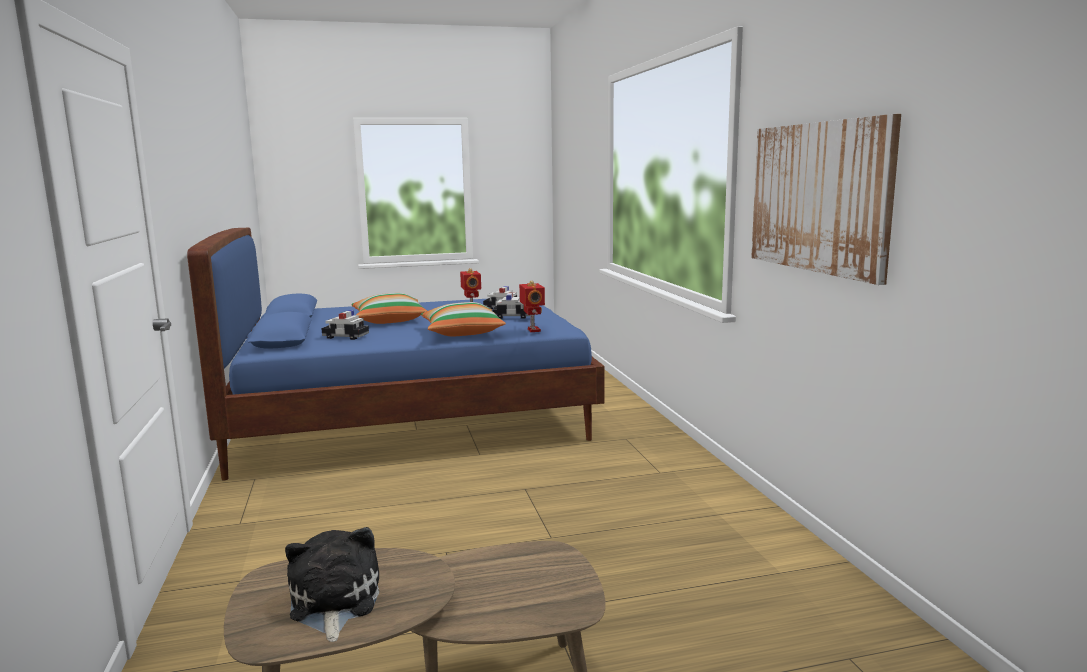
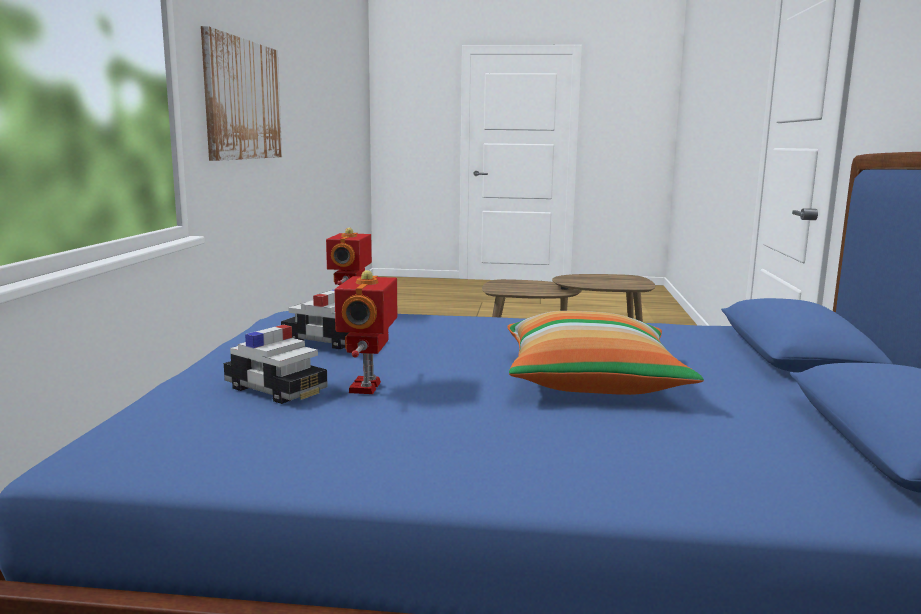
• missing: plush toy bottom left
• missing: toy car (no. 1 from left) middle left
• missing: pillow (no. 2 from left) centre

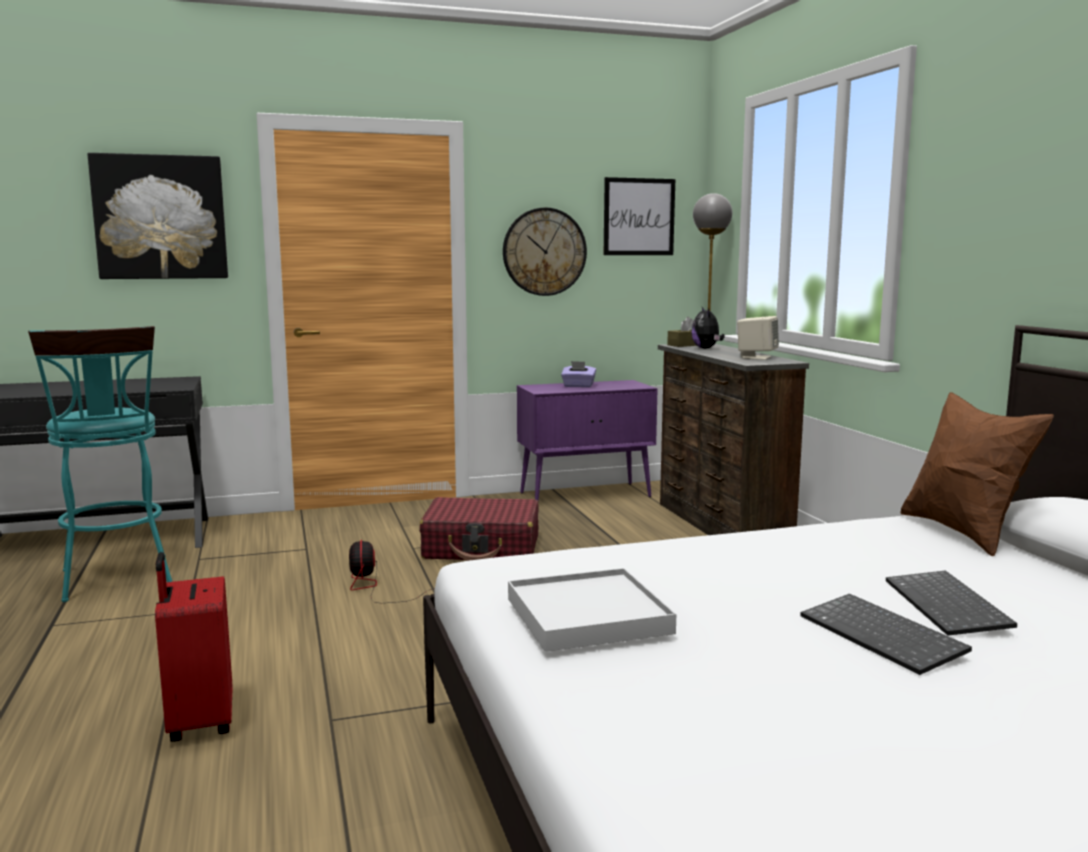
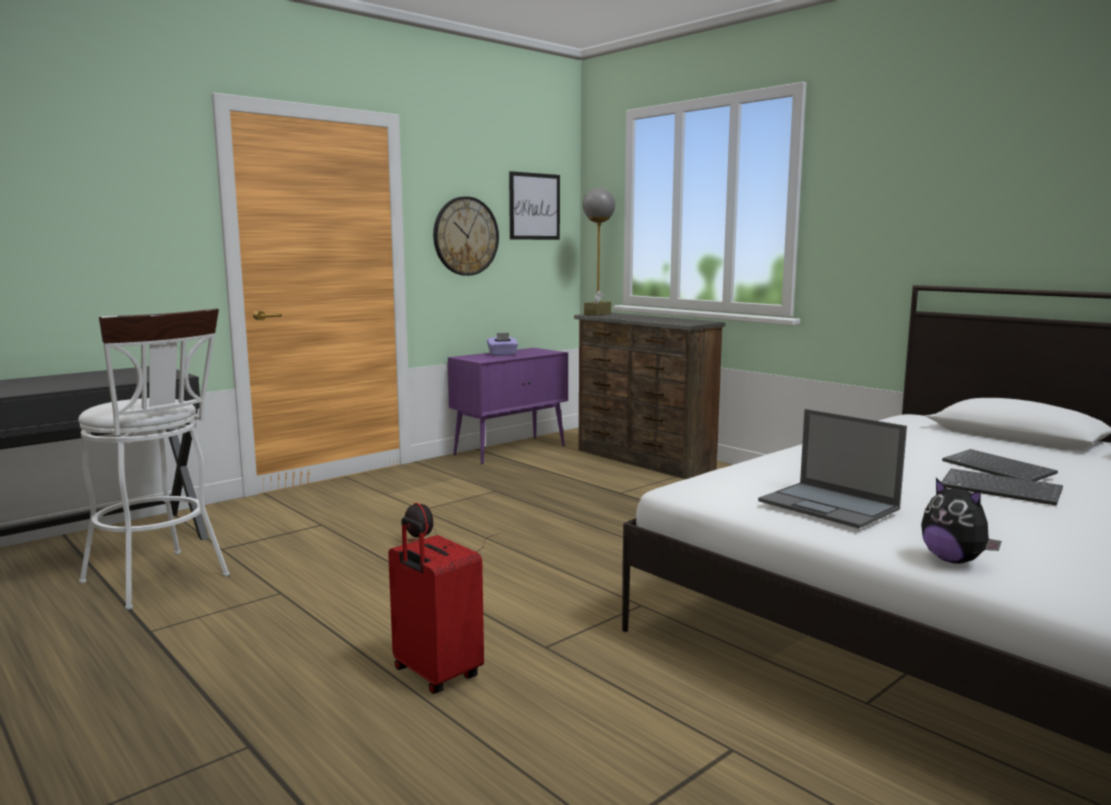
• missing: picture (no. 1 from left) top left
• missing: red suitcase (no. 2 from left) centre
• missing: beige speaker middle right
• missing: brown pillow middle right
• relocated: plush toy centre to middle right
• exchanged: white tray bottom centre to laptop middle right
• colour: turquoise stool middle left to white stool middle left

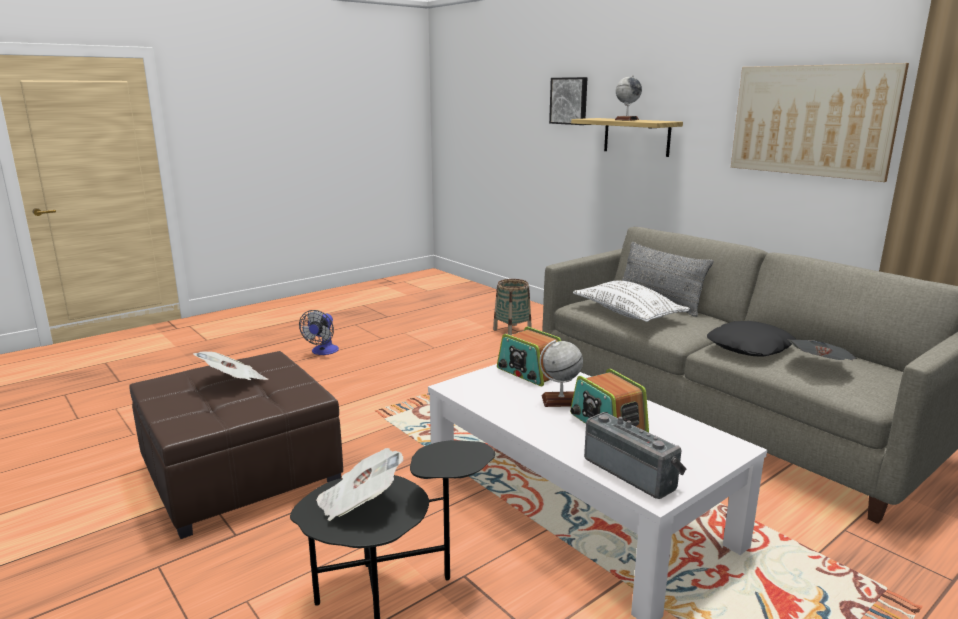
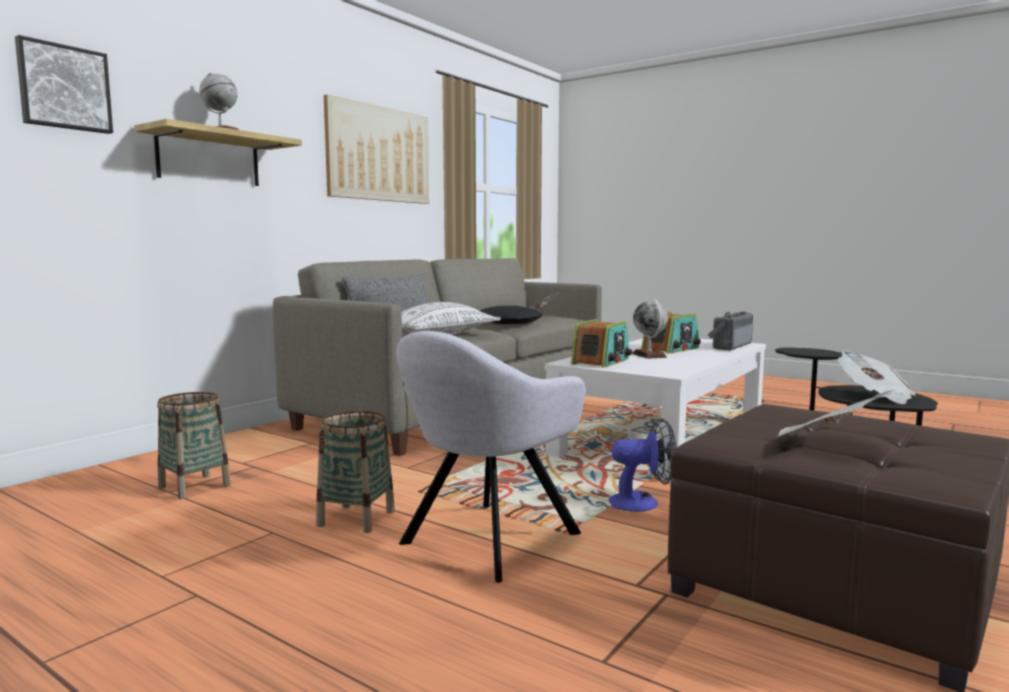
• appeared: basket (no. 2 from left) bottom centre
• appeared: grey armchair centre
• relocated: fan middle left to bottom centre

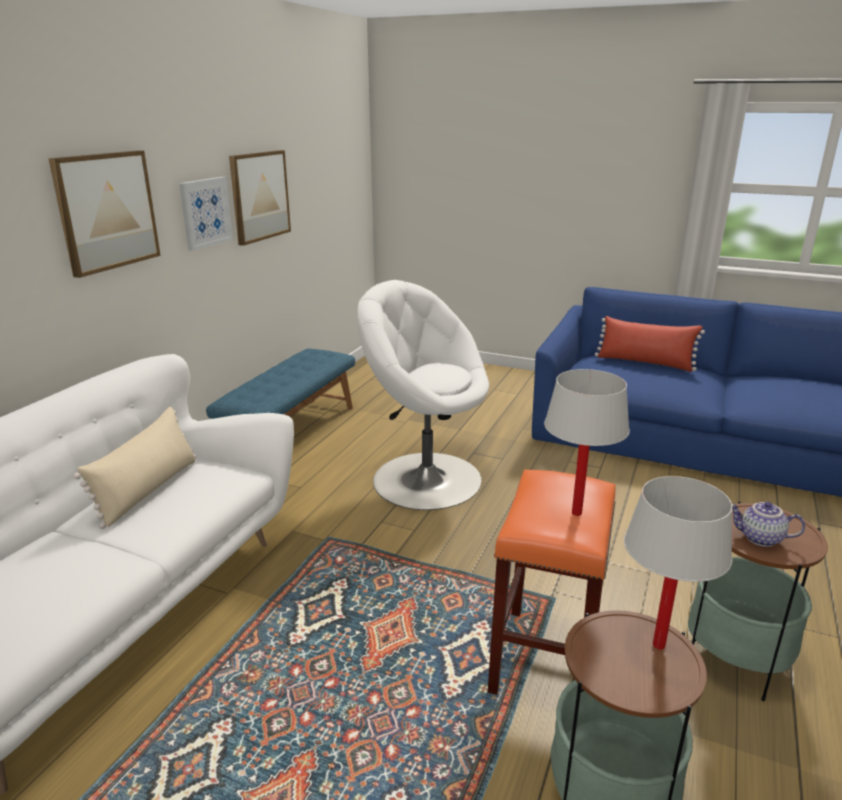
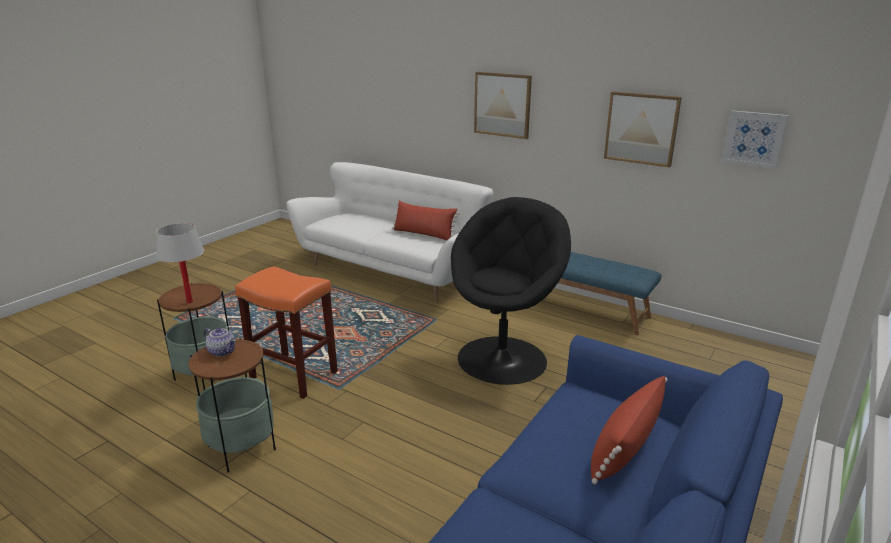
• missing: white table lamp (no. 1 from left) middle right
• relocated: picture (no. 2 from left in the first image) top left to picture (no. 3 from left) top right
• colour: beige pillow middle left to red pillow (no. 1 from left) centre
• colour: white armchair centre to black armchair centre
• spun: teapot middle right = middle left 90 degrees clockwise

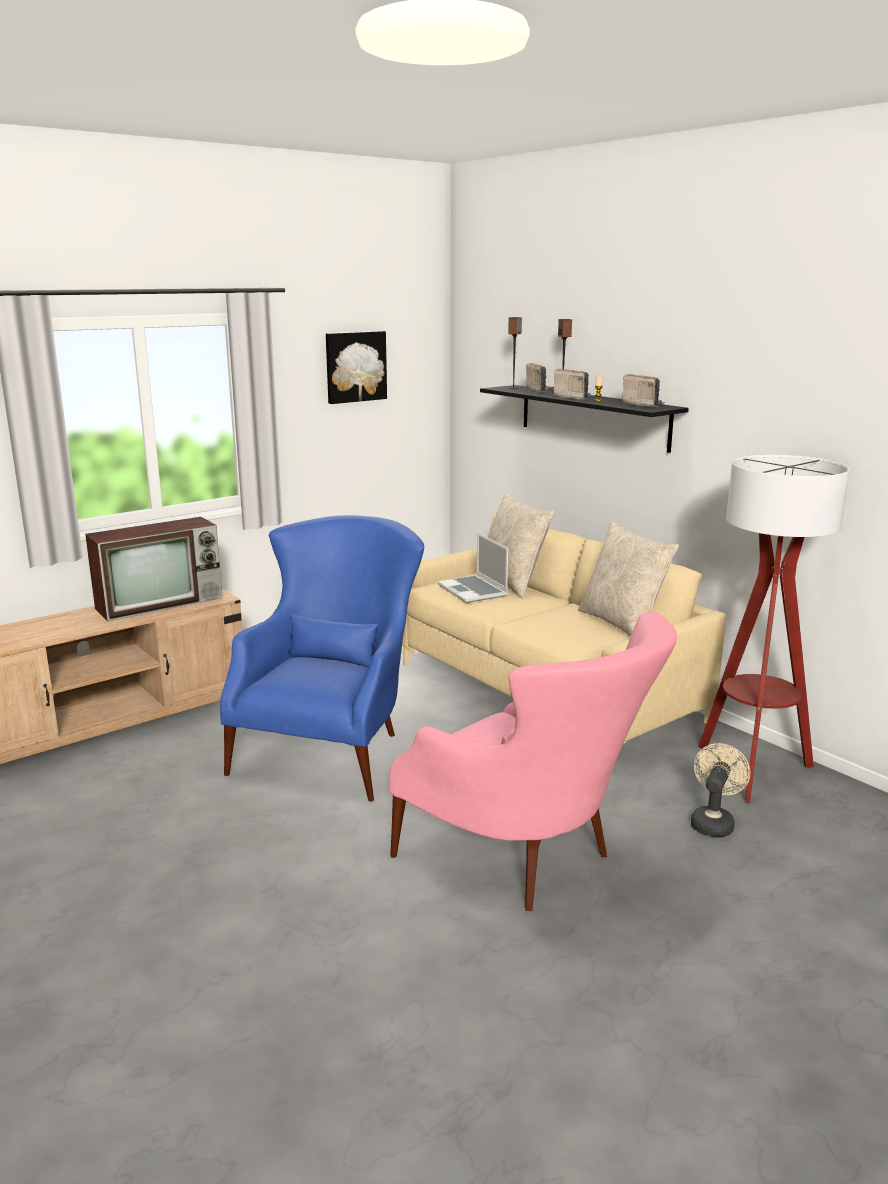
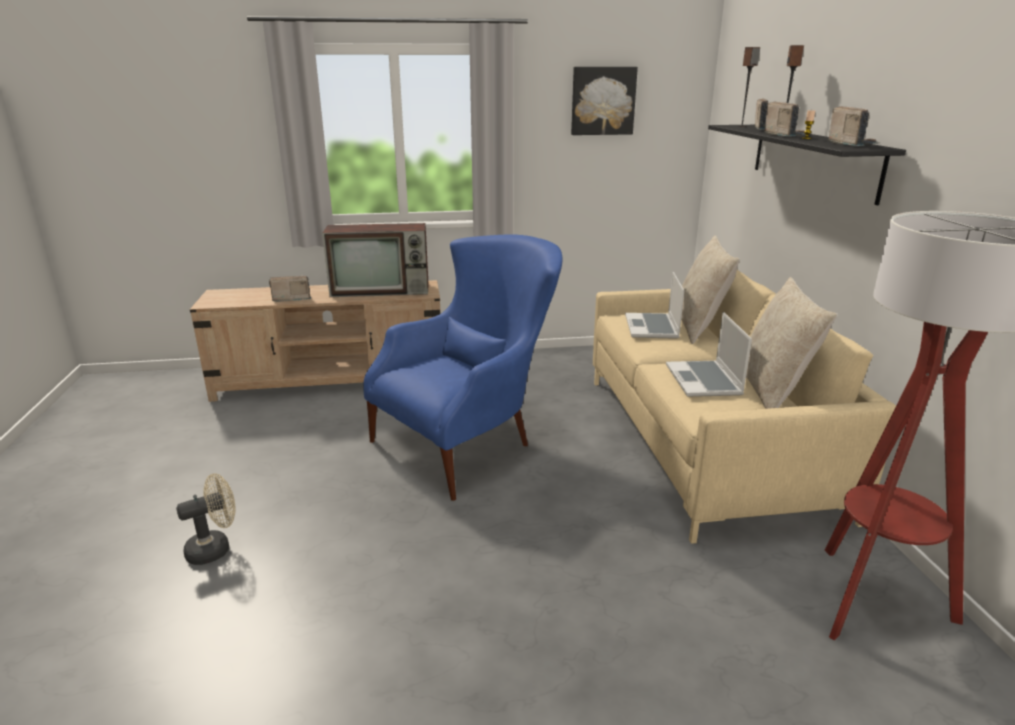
• missing: pink armchair centre
• appeared: radio (no. 1 from left) middle left
• appeared: laptop (no. 2 from left) middle right
• relocated: beige fan bottom right to bottom left

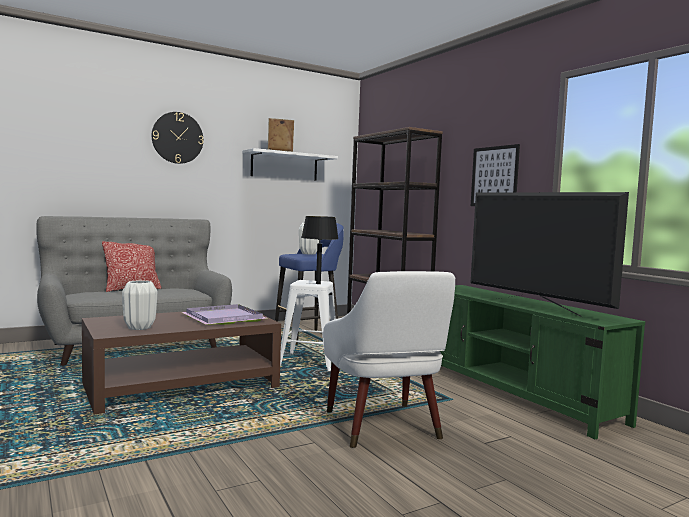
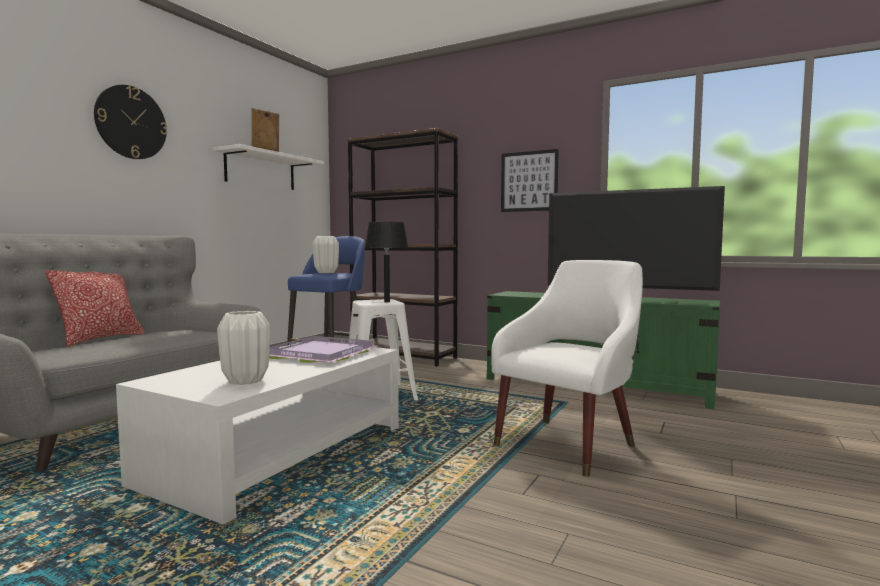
• colour: brown coffee table bottom left to white coffee table bottom left
• spun: white armchair bottom centre = centre 90 degrees counterclockwise

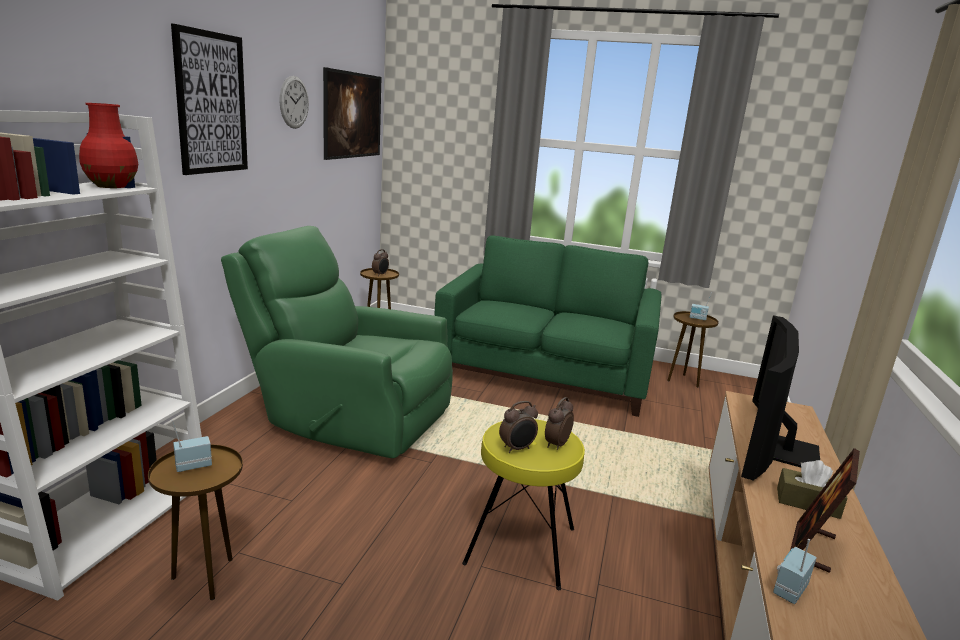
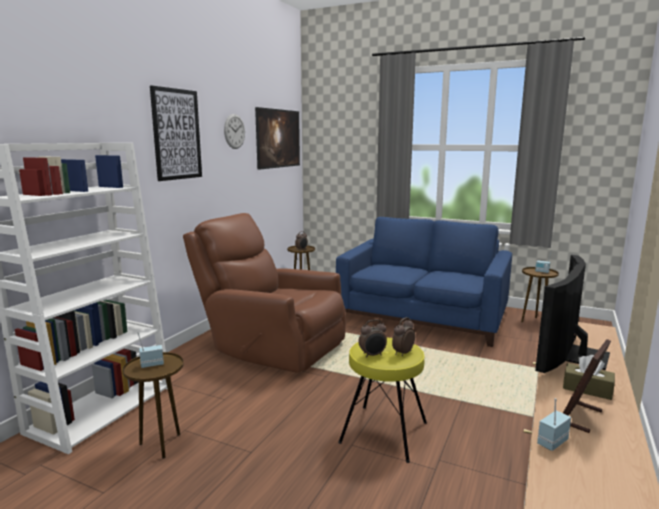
• missing: red vase top left
• colour: green armchair centre to brown armchair centre
• colour: green sofa centre to blue sofa centre

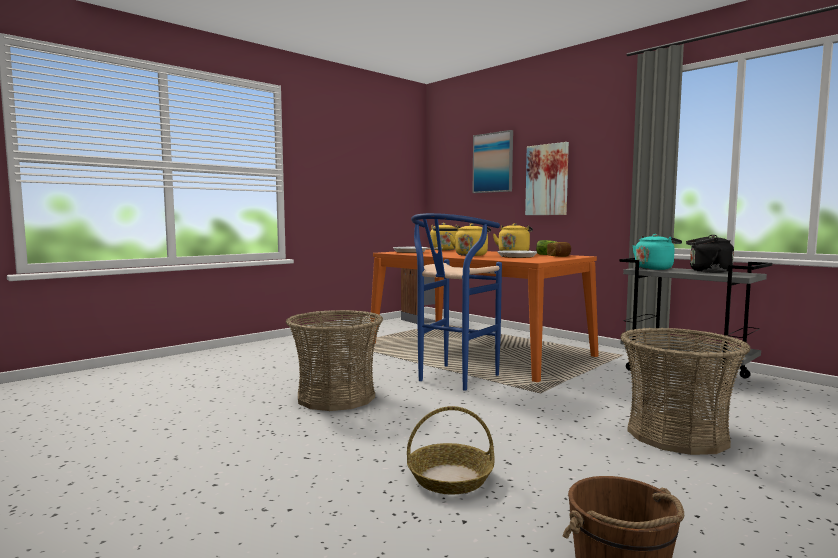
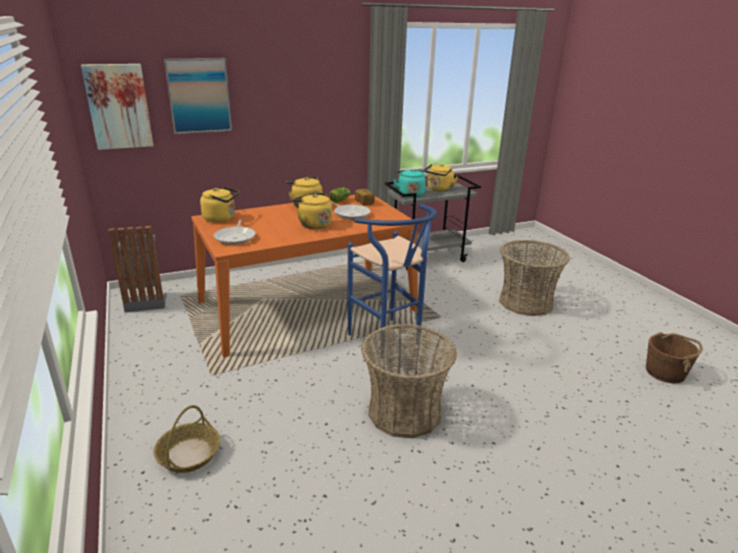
• relocated: basket (no. 2 from left in the first image) bottom centre to basket (no. 1 from left) bottom left
• relocated: picture (no. 2 from left in the first image) top centre to picture (no. 1 from left) top left
• colour: black kettle middle right to yellow kettle (no. 4 from left) top centre

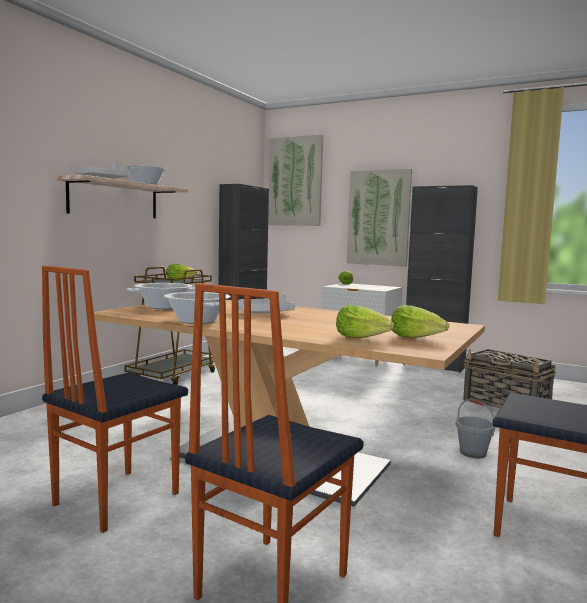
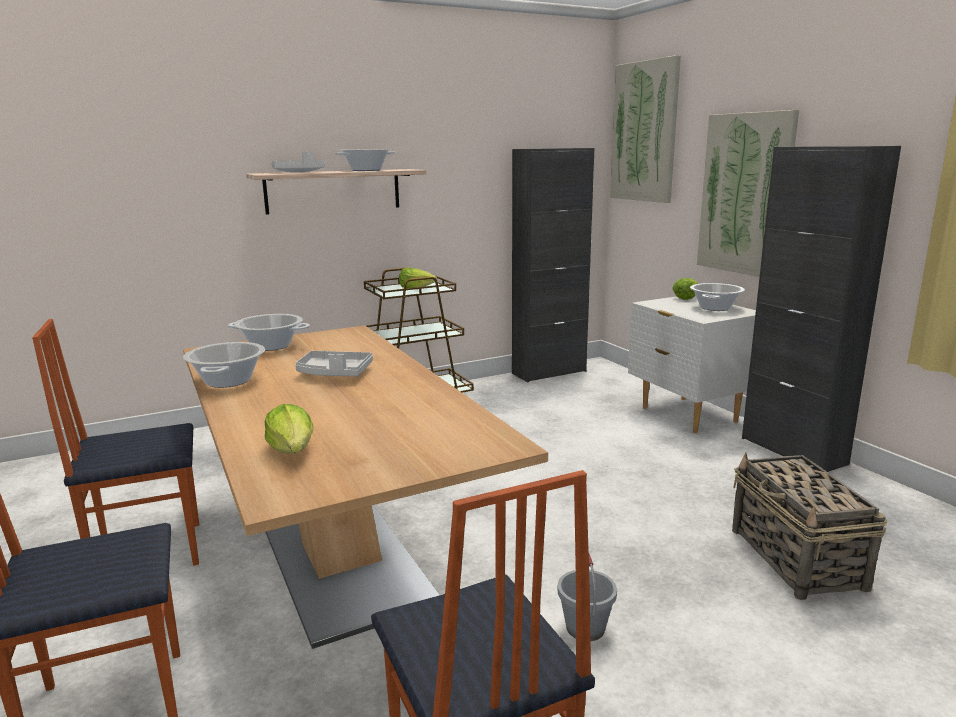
• missing: lettuce (no. 4 from left) middle right
• appeared: cooking pot (no. 4 from left) middle right

